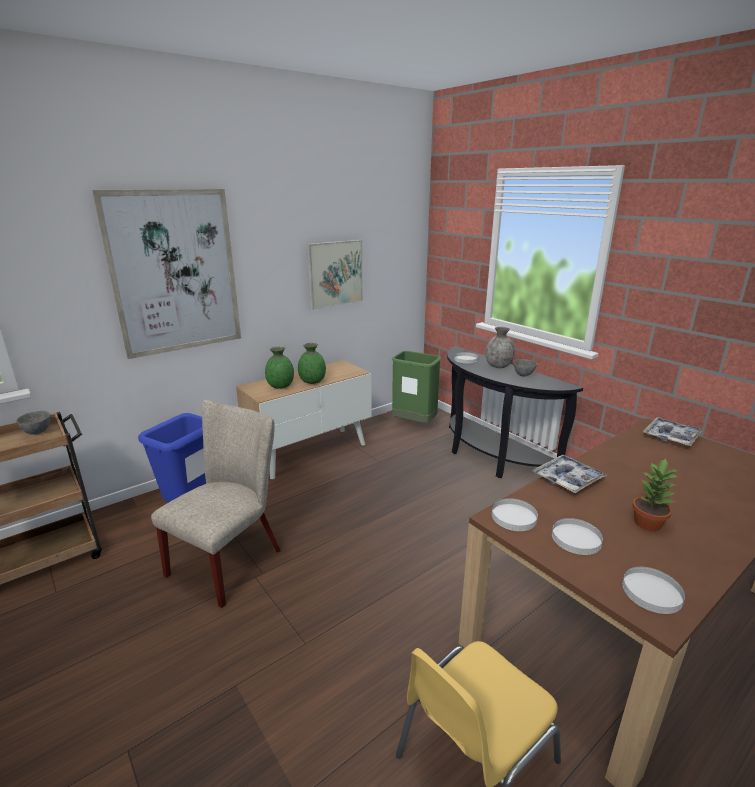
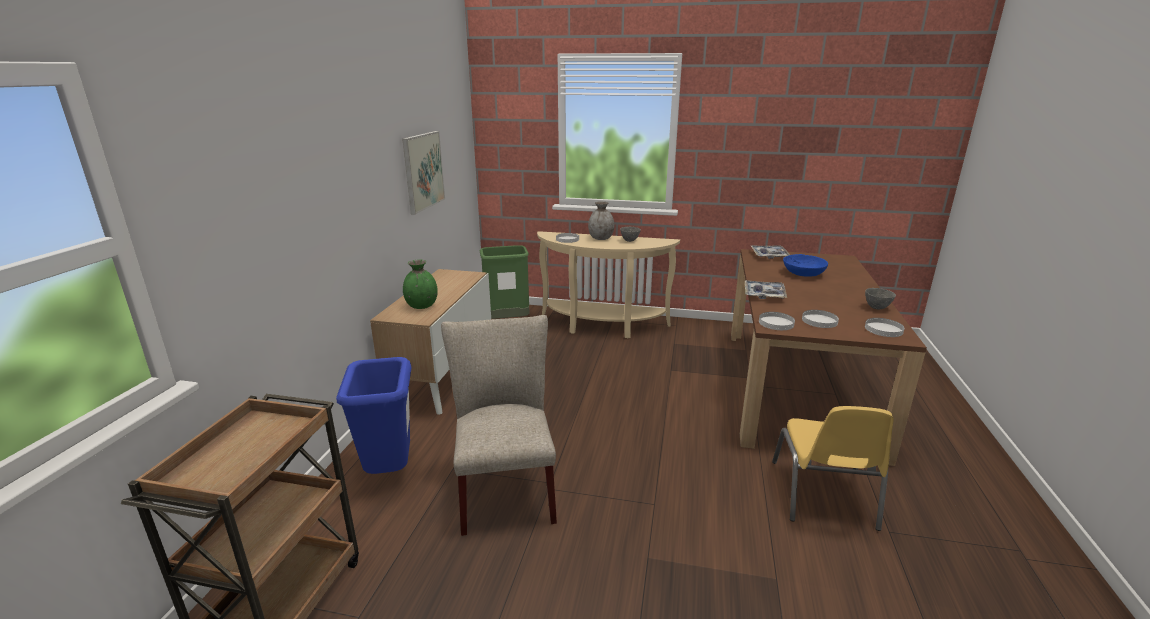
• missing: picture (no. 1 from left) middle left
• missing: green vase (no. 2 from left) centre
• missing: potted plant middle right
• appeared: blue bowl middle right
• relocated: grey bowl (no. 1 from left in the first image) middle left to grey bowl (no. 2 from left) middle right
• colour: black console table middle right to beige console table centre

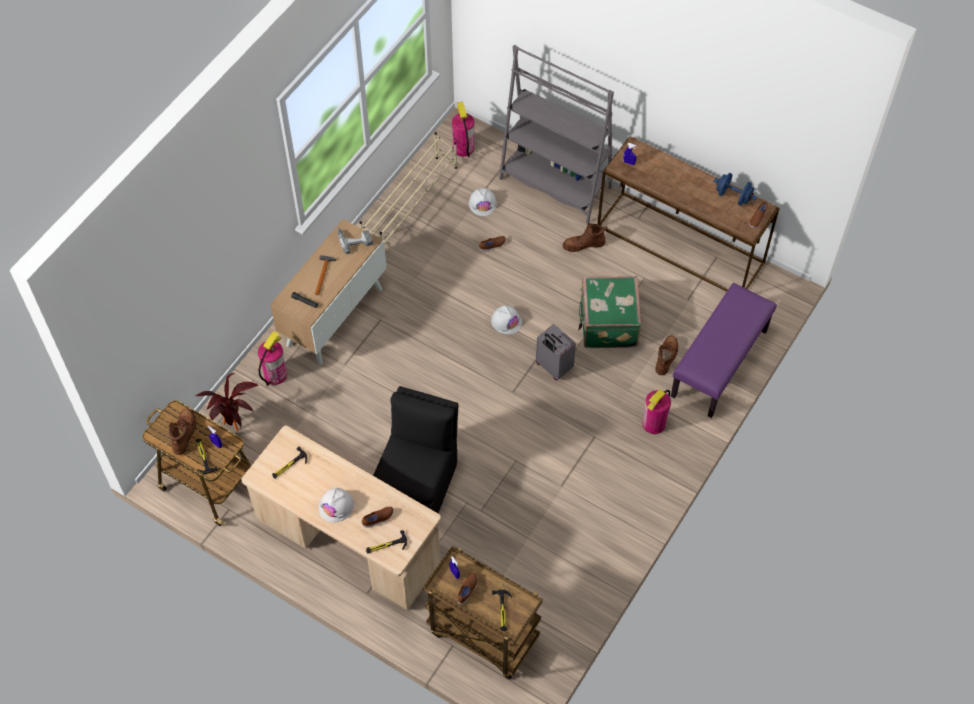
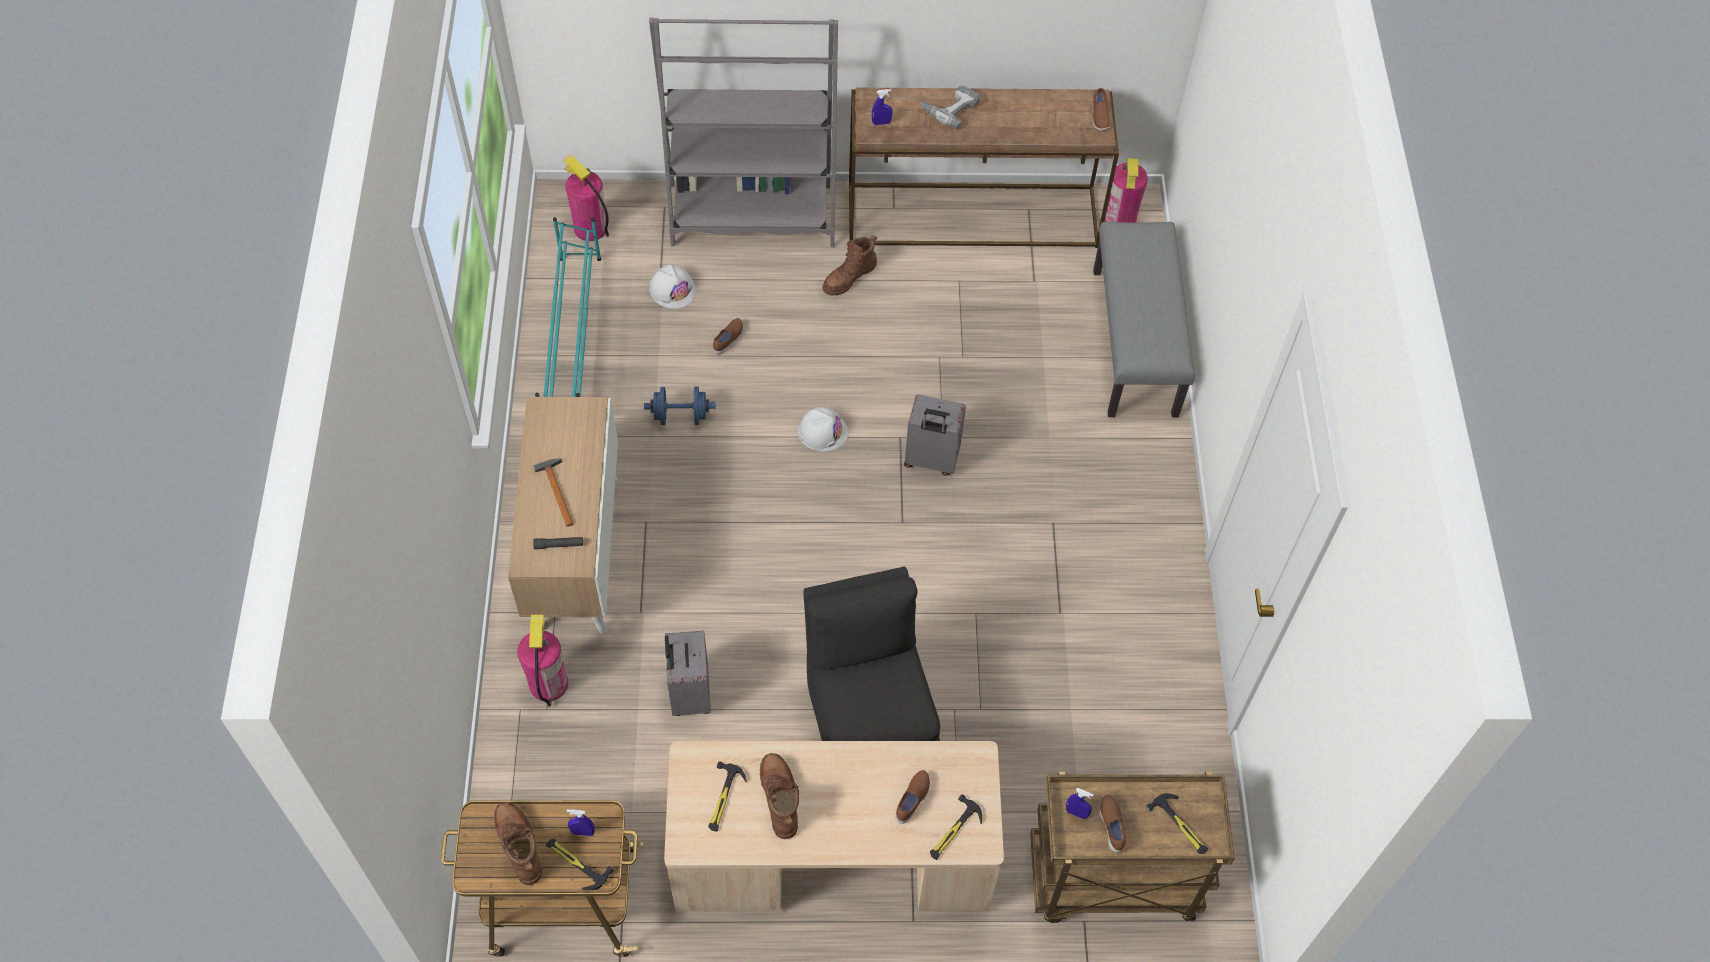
• missing: potted plant middle left
• missing: white hard hat (no. 1 from left) bottom centre
• missing: green suitcase centre
• appeared: grey suitcase (no. 1 from left) bottom centre
• relocated: power drill centre to top centre
• relocated: fire extinguisher (no. 3 from left) middle right to top centre
• relocated: brown boot (no. 3 from left in the first image) middle right to brown boot (no. 2 from left) bottom centre
• relocated: blue dumbbell top right to centre
• colour: beige shoe rack top centre to turquoise shoe rack top left
• colour: purple bench middle right to grey bench top right

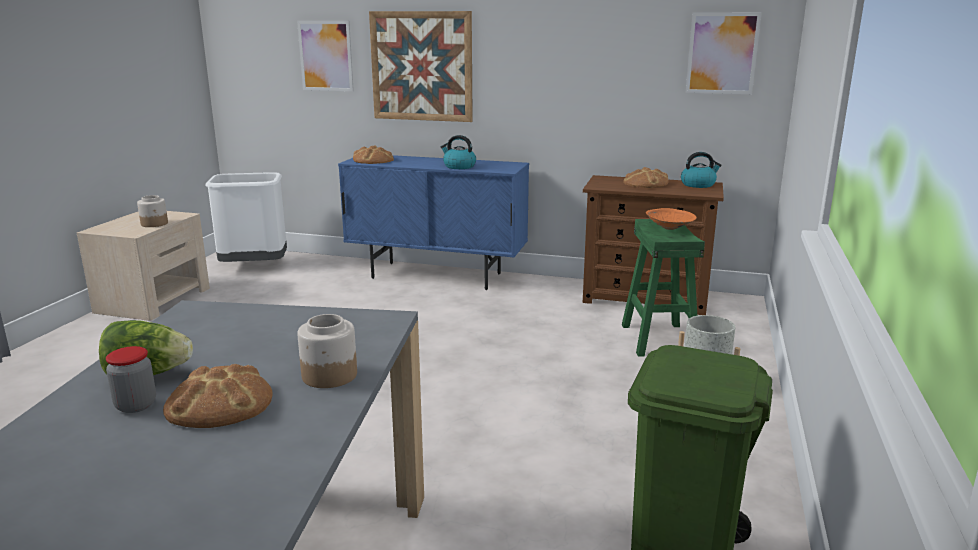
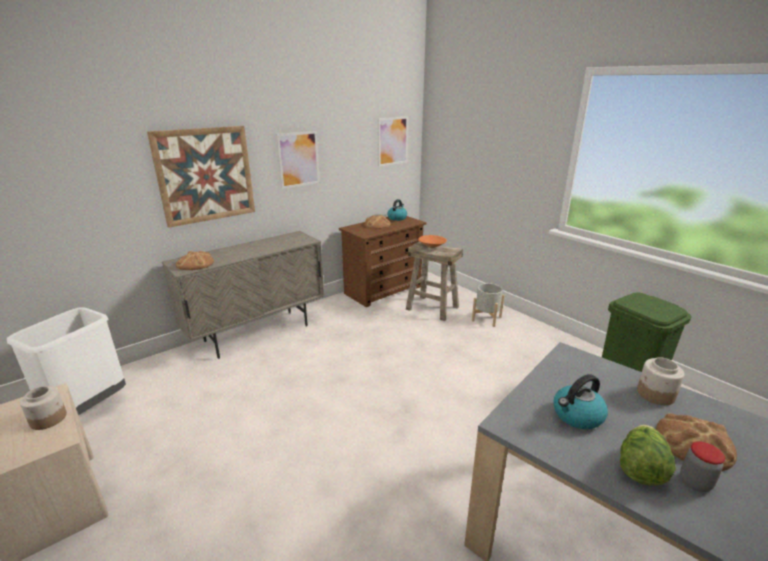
• relocated: picture (no. 1 from left in the first image) top left to picture (no. 2 from left) top centre
• relocated: kettle (no. 1 from left in the first image) top centre to kettle (no. 2 from left) bottom right
• colour: blue cabinet centre to beige cabinet middle left
• colour: green stool middle right to beige stool centre

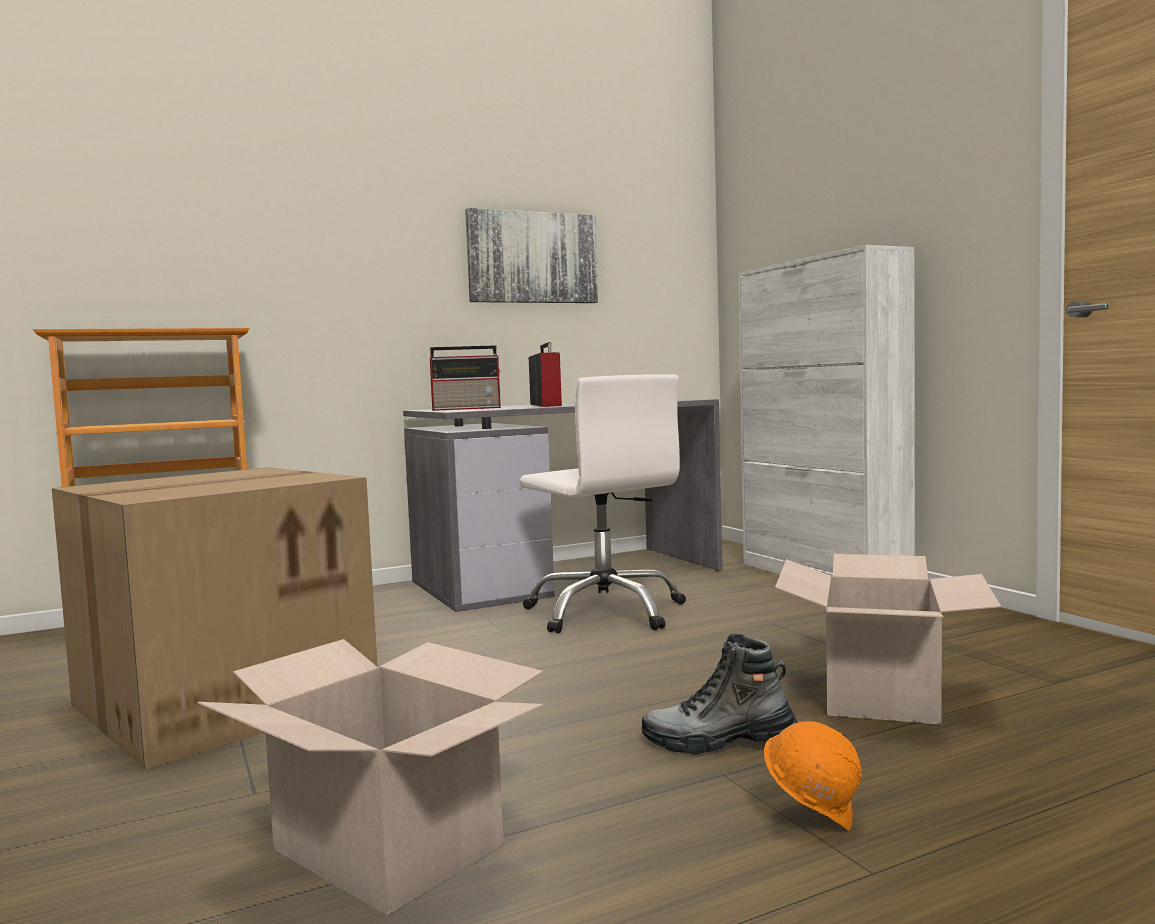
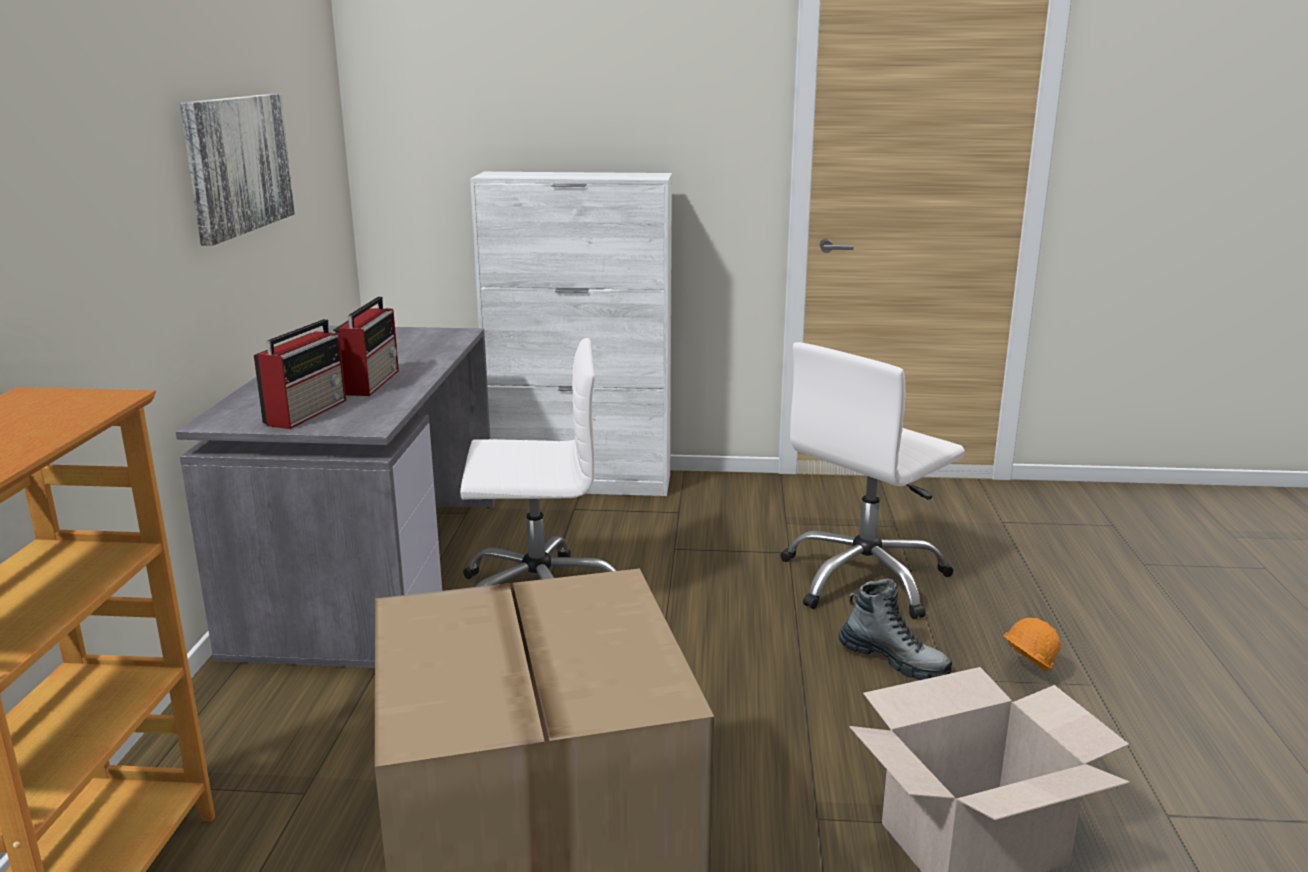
• exchanged: cardboard box (no. 3 from left) bottom right to white office chair (no. 2 from left) middle right
• spun: radio (no. 2 from left) centre = middle left 75 degrees clockwise
• spun: boot bottom centre = bottom right 90 degrees counterclockwise

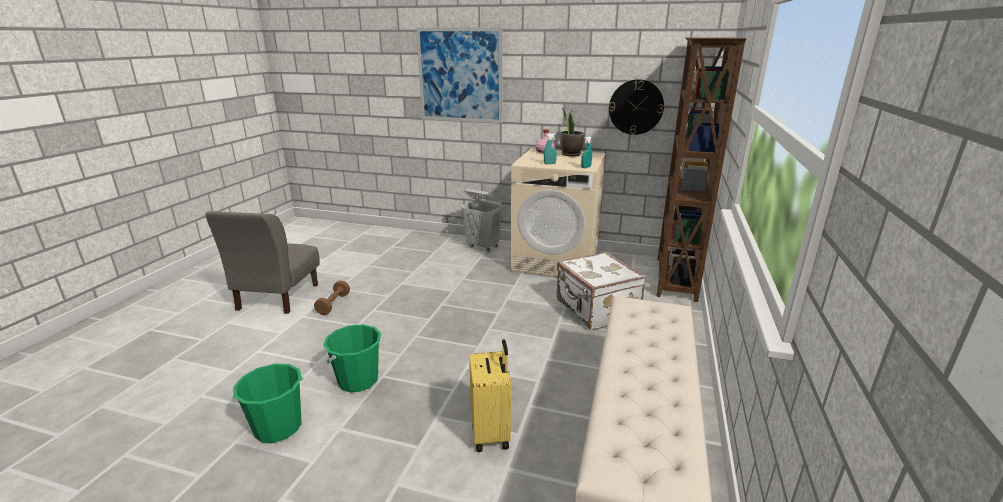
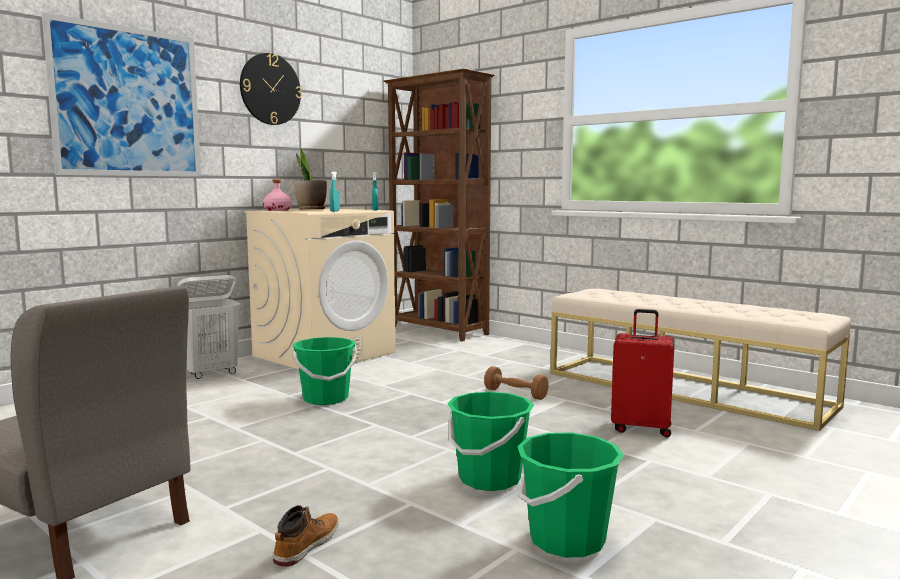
• missing: white suitcase centre
• appeared: boot bottom centre
• appeared: green bucket (no. 1 from left) centre
• relocated: brown dumbbell middle left to centre
• relocated: wall clock top centre to top left
• colour: yellow suitcase bottom centre to red suitcase middle right

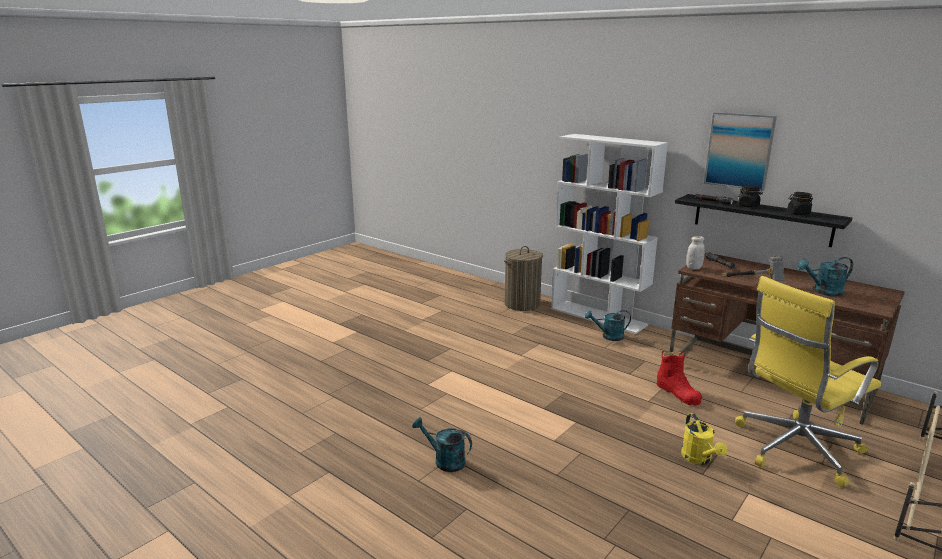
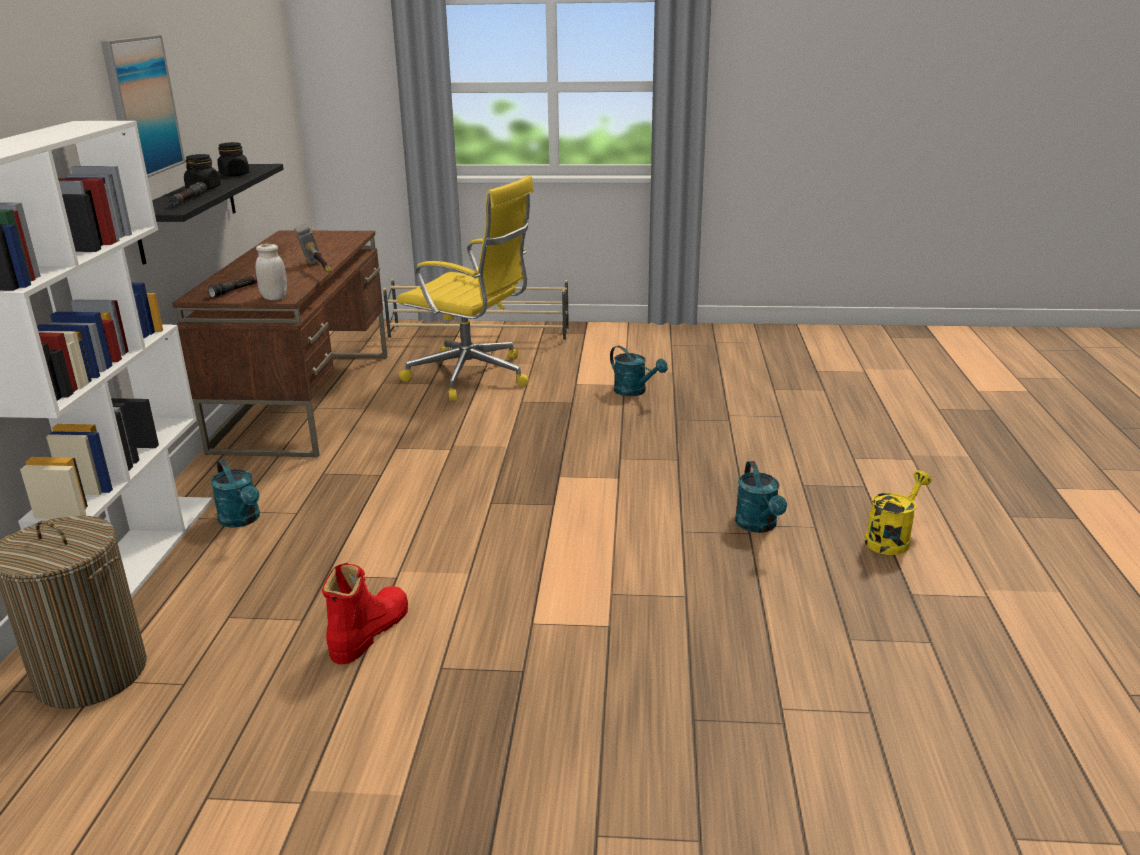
• relocated: red boot bottom right to bottom left
• relocated: yellow watering can bottom right to middle right
• relocated: turquoise watering can (no. 3 from left in the first image) middle right to turquoise watering can (no. 2 from left) centre

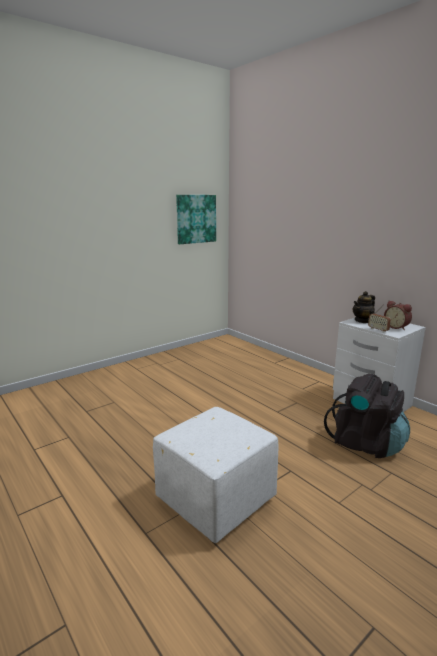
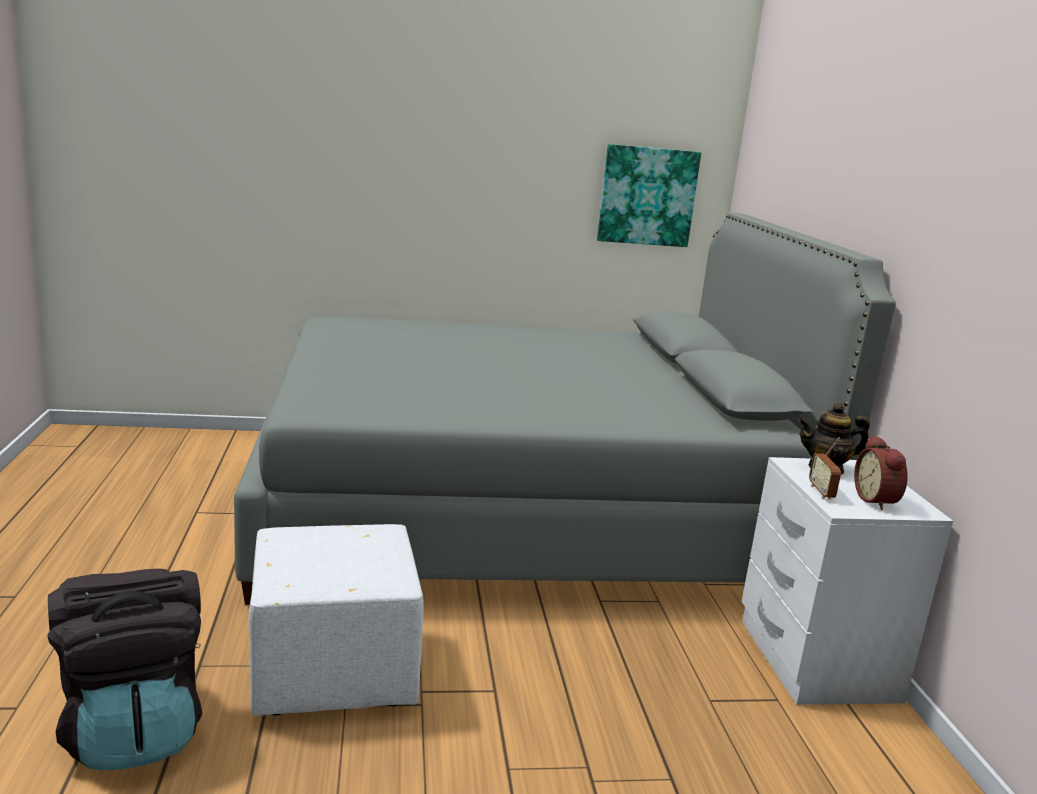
• appeared: grey bed centre
• relocated: black backpack middle right to bottom left

